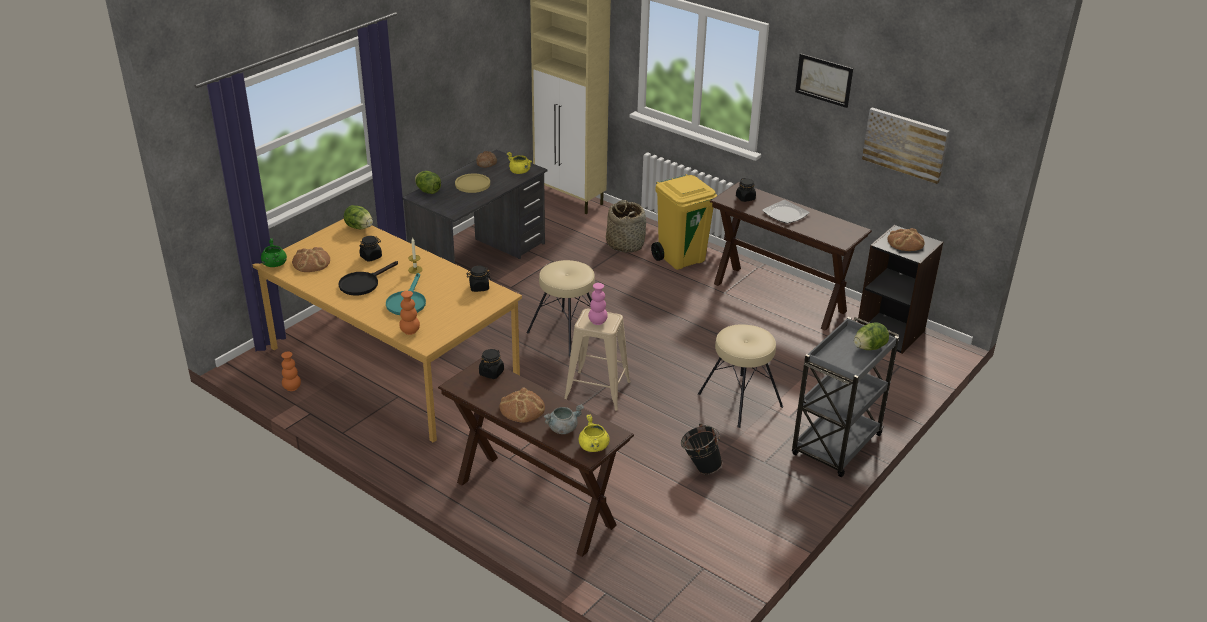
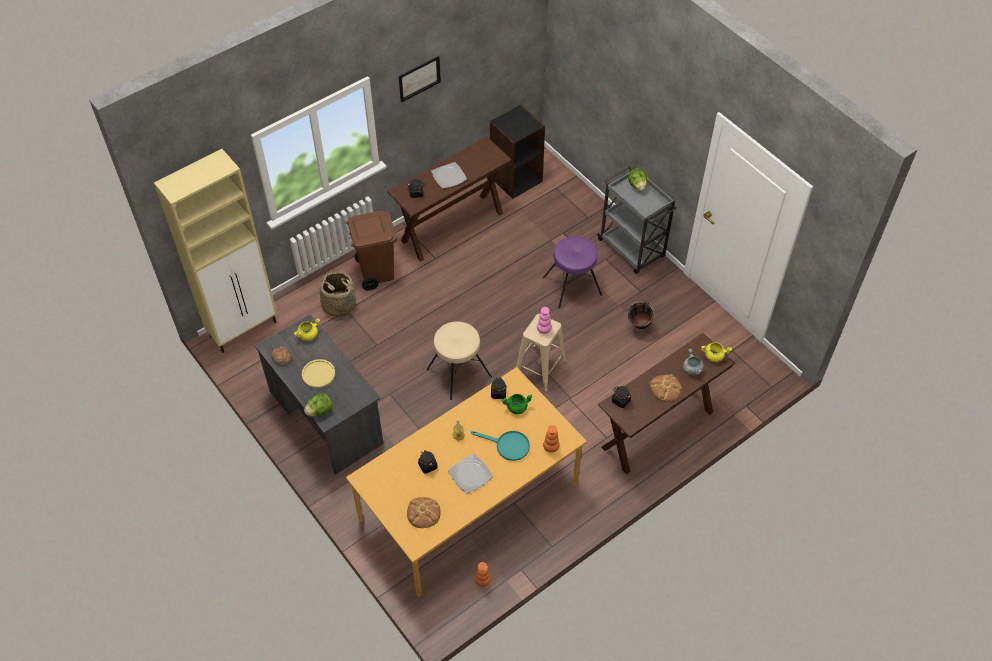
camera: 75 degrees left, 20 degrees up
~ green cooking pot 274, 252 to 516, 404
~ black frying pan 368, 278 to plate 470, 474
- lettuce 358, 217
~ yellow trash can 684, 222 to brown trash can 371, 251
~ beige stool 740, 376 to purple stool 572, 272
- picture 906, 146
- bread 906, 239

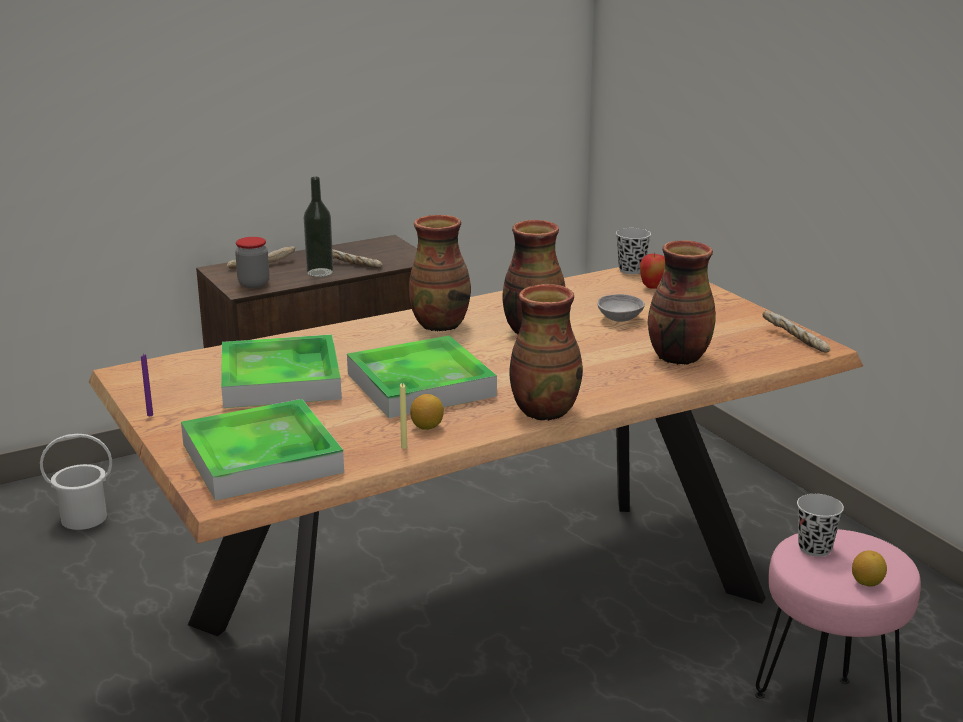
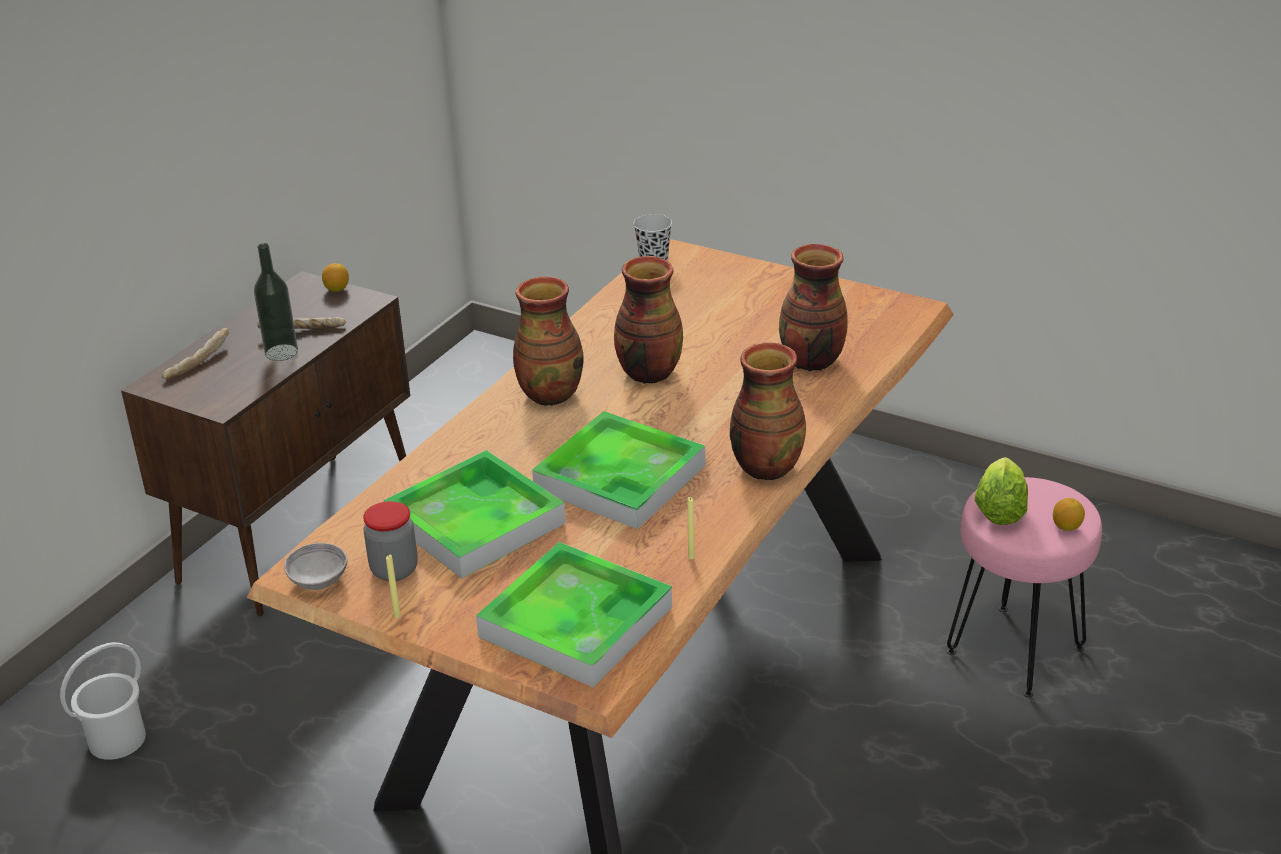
camera: 30 degrees left, 10 degrees up
~ purple candle 147, 385 to yellow candle 393, 586
~ jar 252, 262 to 390, 541
~ lemon 427, 412 to 335, 277
~ grey bowl 621, 308 to 316, 566
- apple 652, 271
- bread 796, 331
~ black cup 820, 525 to lettuce 1001, 491

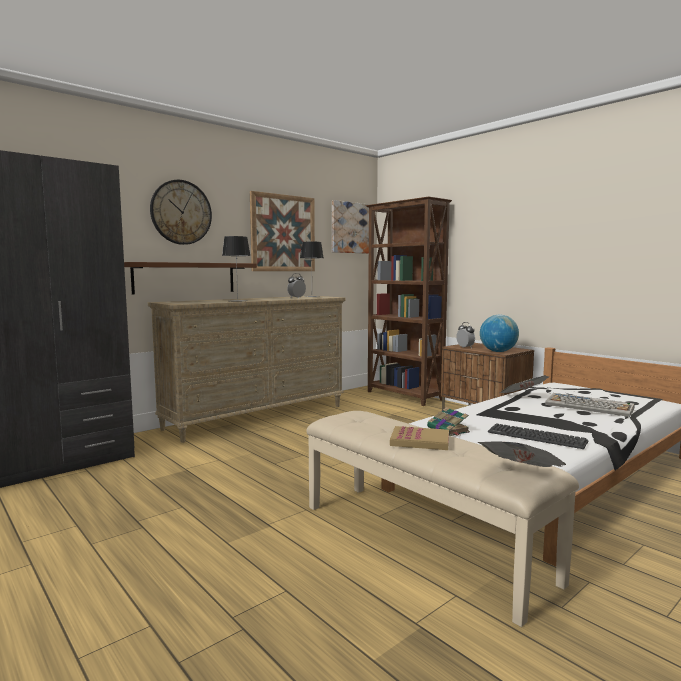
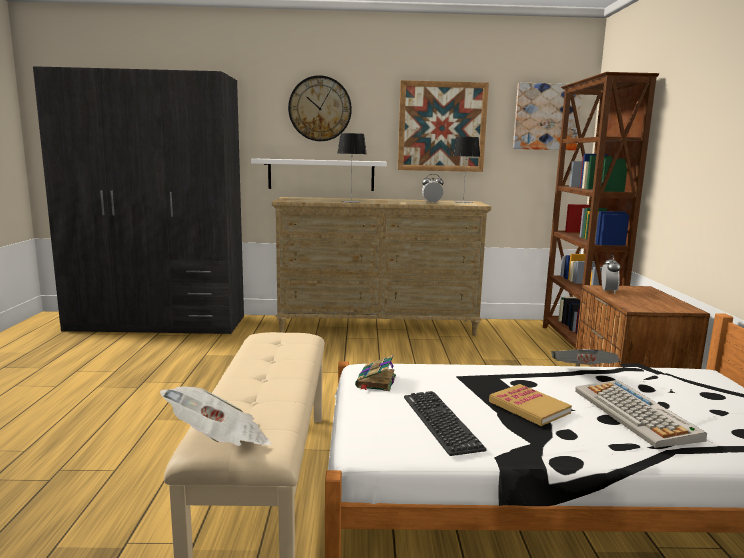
camera: 40 degrees right, 5 degrees up
~ brown shelf 190, 278 to white shelf 319, 175
~ book 419, 438 to 530, 405
- globe 499, 333

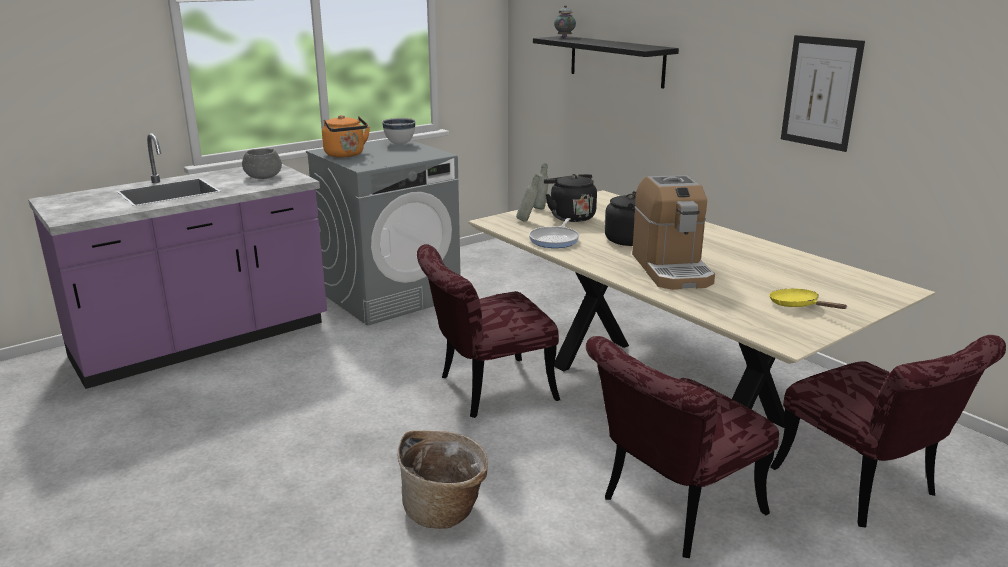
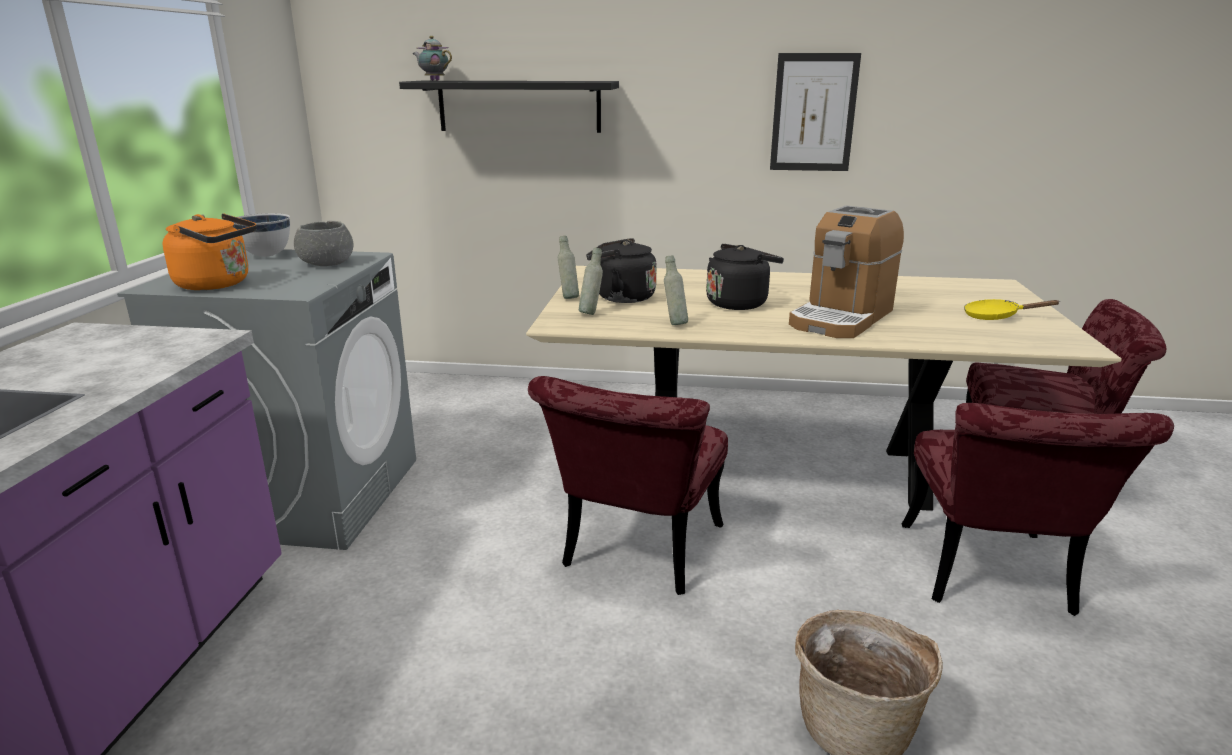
camera: 45 degrees left, 0 degrees up
~ grey bowl 262, 163 to 323, 243
~ frying pan 554, 233 to grey bottle 676, 290
~ coffee machine 673, 232 = 846, 272 90 degrees clockwise

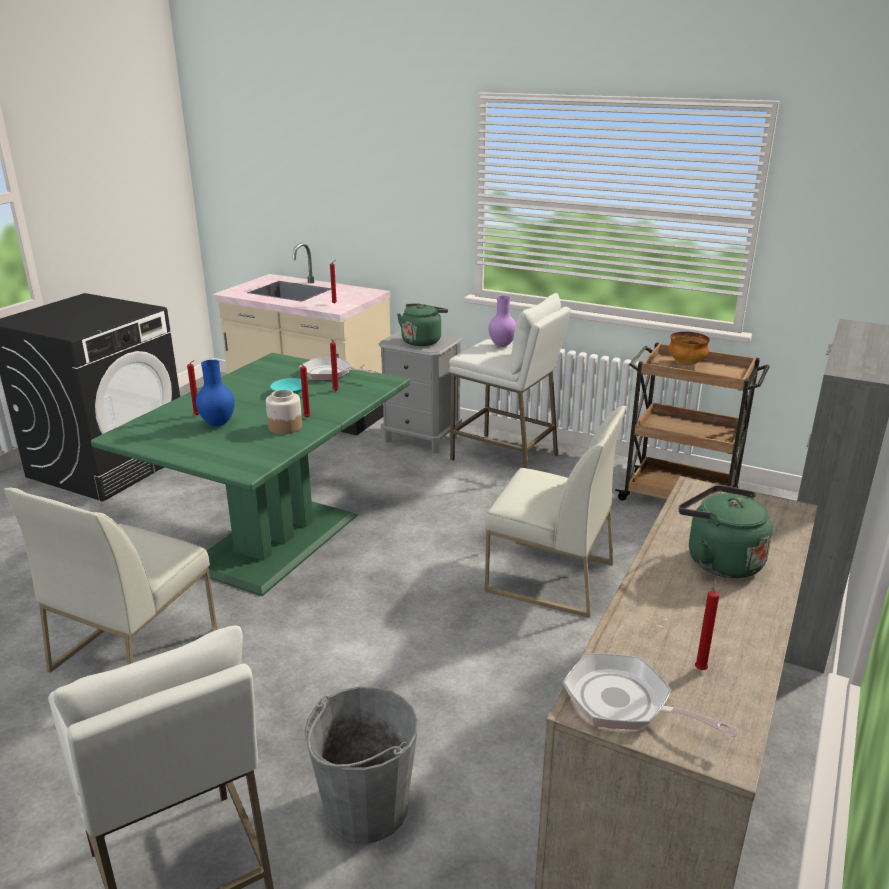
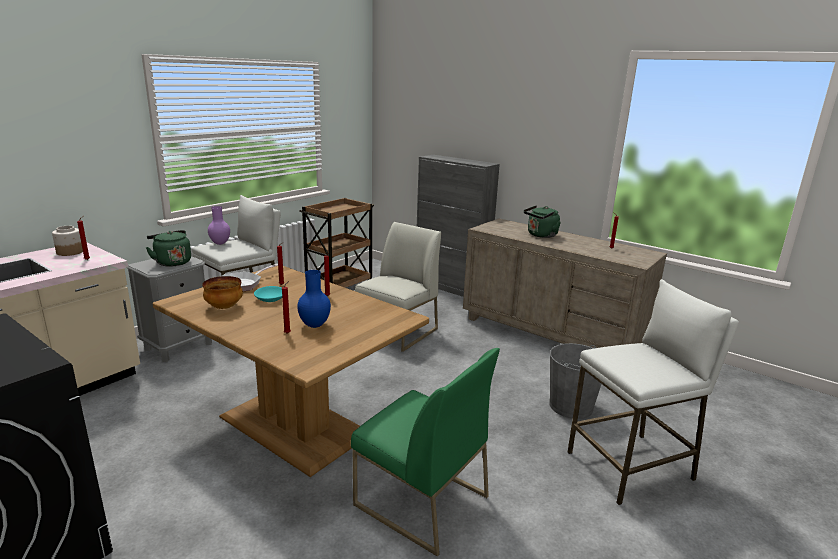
camera: 80 degrees left, 5 degrees down
~ white chair 110, 580 to green chair 425, 452
~ green dining table 250, 474 to brown dining table 291, 371
~ jar 284, 412 to 67, 241
- frying pan 651, 695
~ bowl 689, 348 to 222, 292

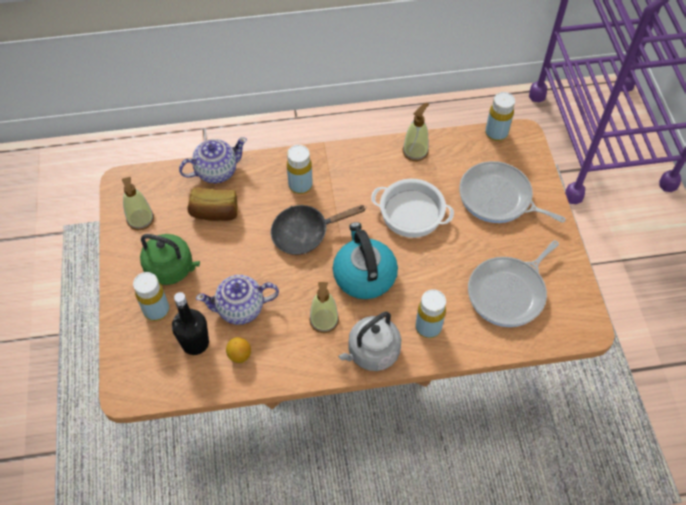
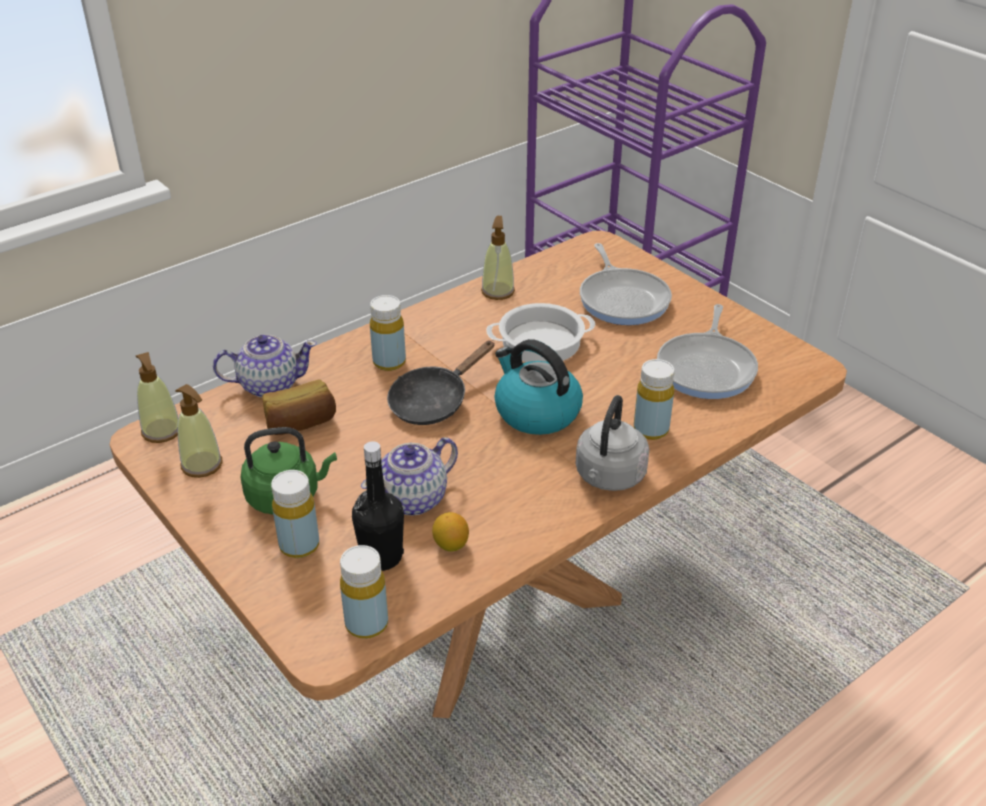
camera: 30 degrees left, 20 degrees down
~ teapot 213, 160 = 265, 366 45 degrees clockwise
~ soap dispenser 324, 307 to 157, 397
~ frying pan 512, 192 = 626, 284 105 degrees counterclockwise
~ yellow bottle 500, 116 to 364, 592

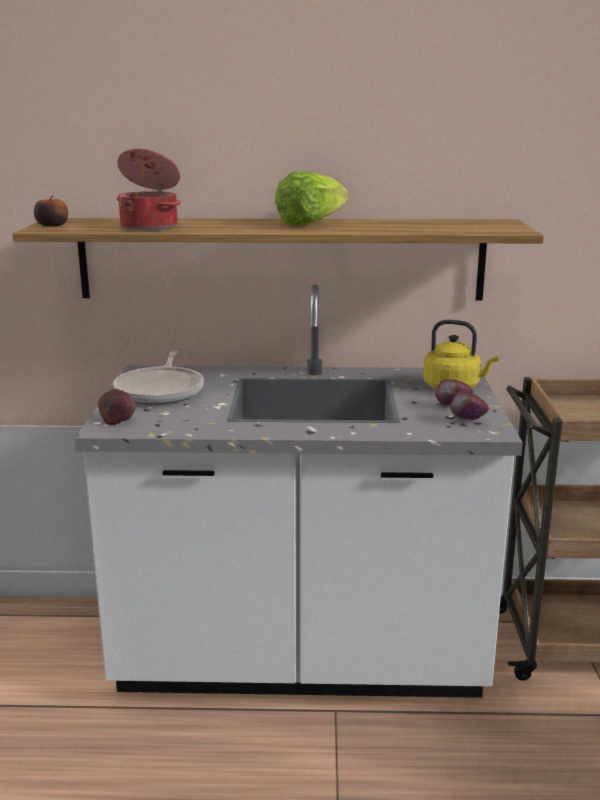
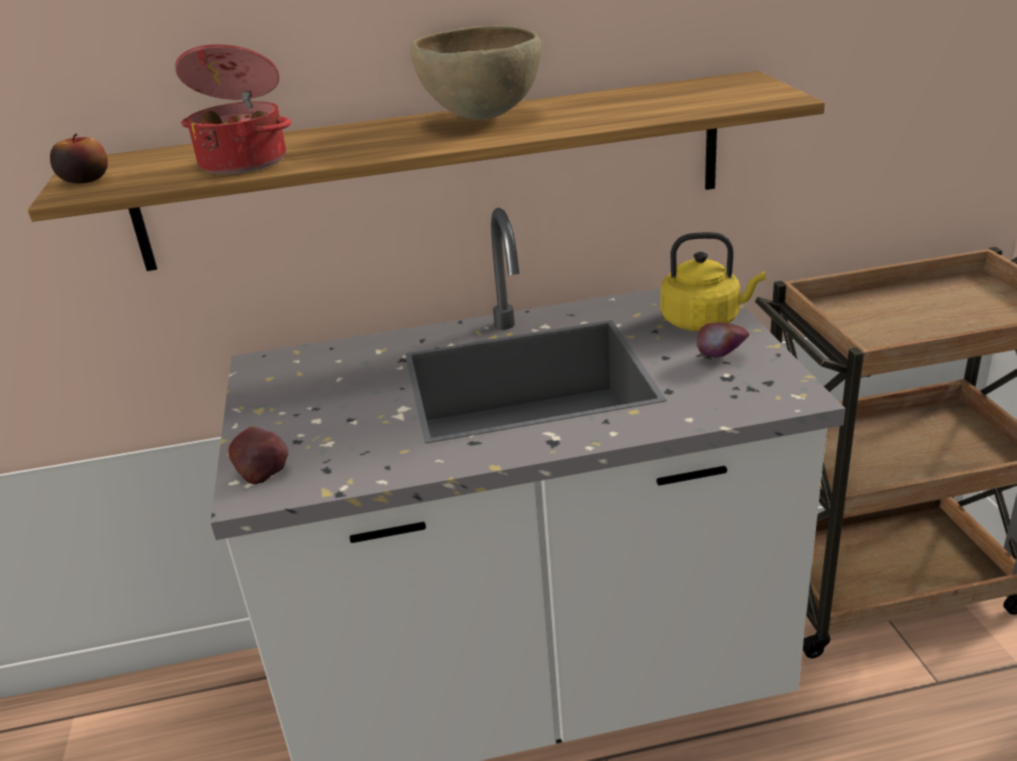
camera: 10 degrees left, 10 degrees up
- frying pan 158, 378
~ lettuce 311, 198 to brown bowl 476, 72
- apple 469, 406

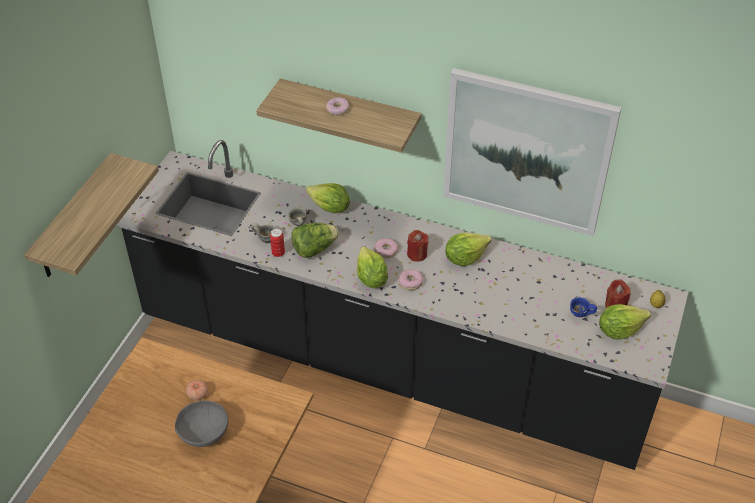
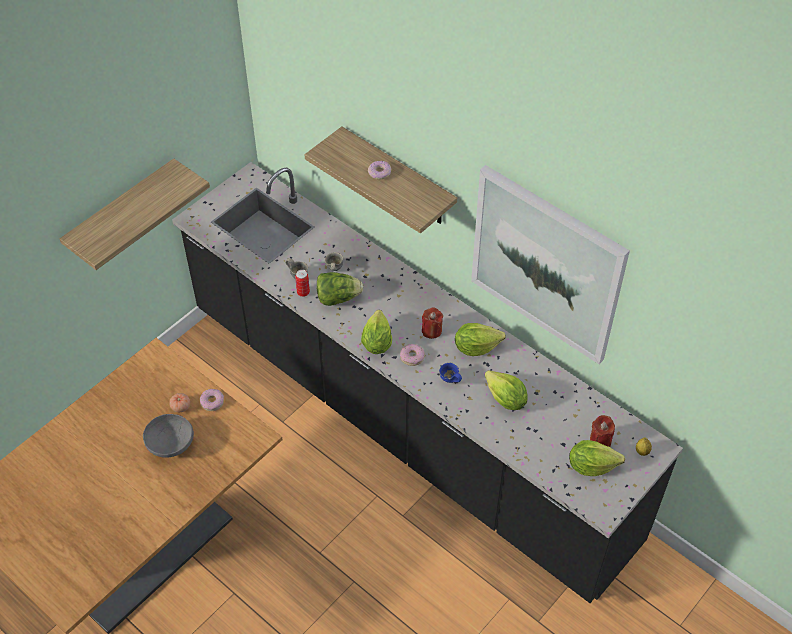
camera: 20 degrees right, 5 degrees up
~ lettuce 328, 198 to 506, 390
~ donut 386, 248 to 212, 400
~ blue mug 583, 307 to 450, 372

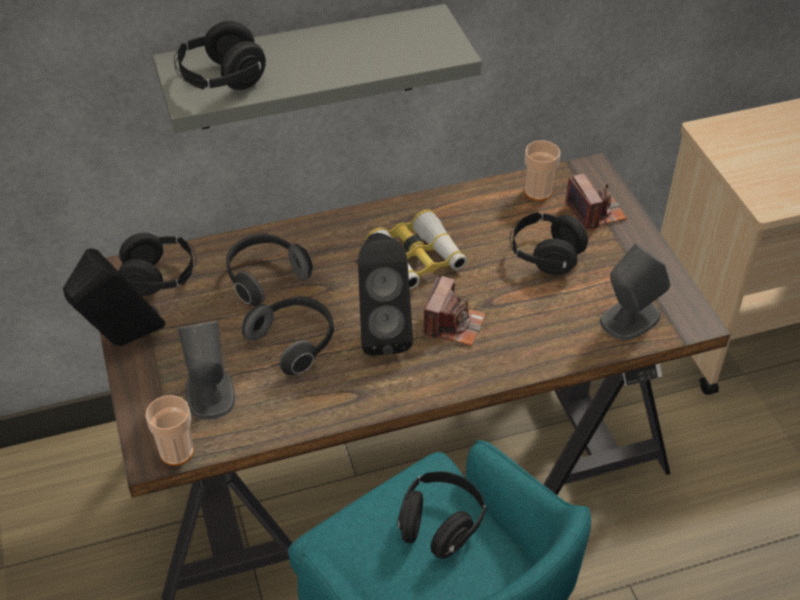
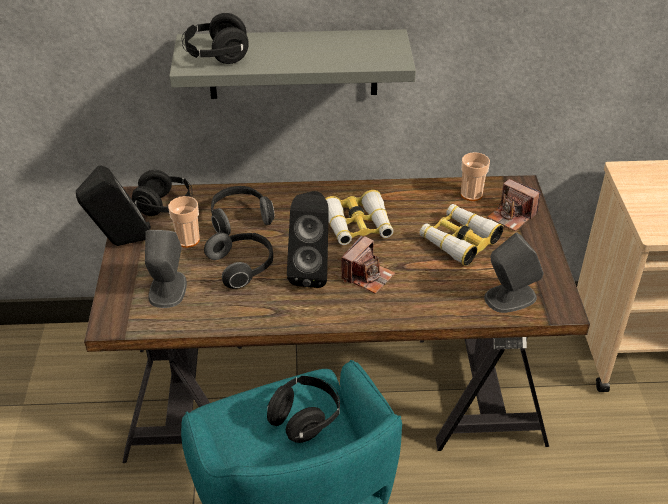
camera: 15 degrees right, 5 degrees down
~ cup 169, 430 to 184, 222
~ black headphones 549, 243 to binoculars 461, 235
~ photo camera 596, 202 = 514, 205 135 degrees clockwise

